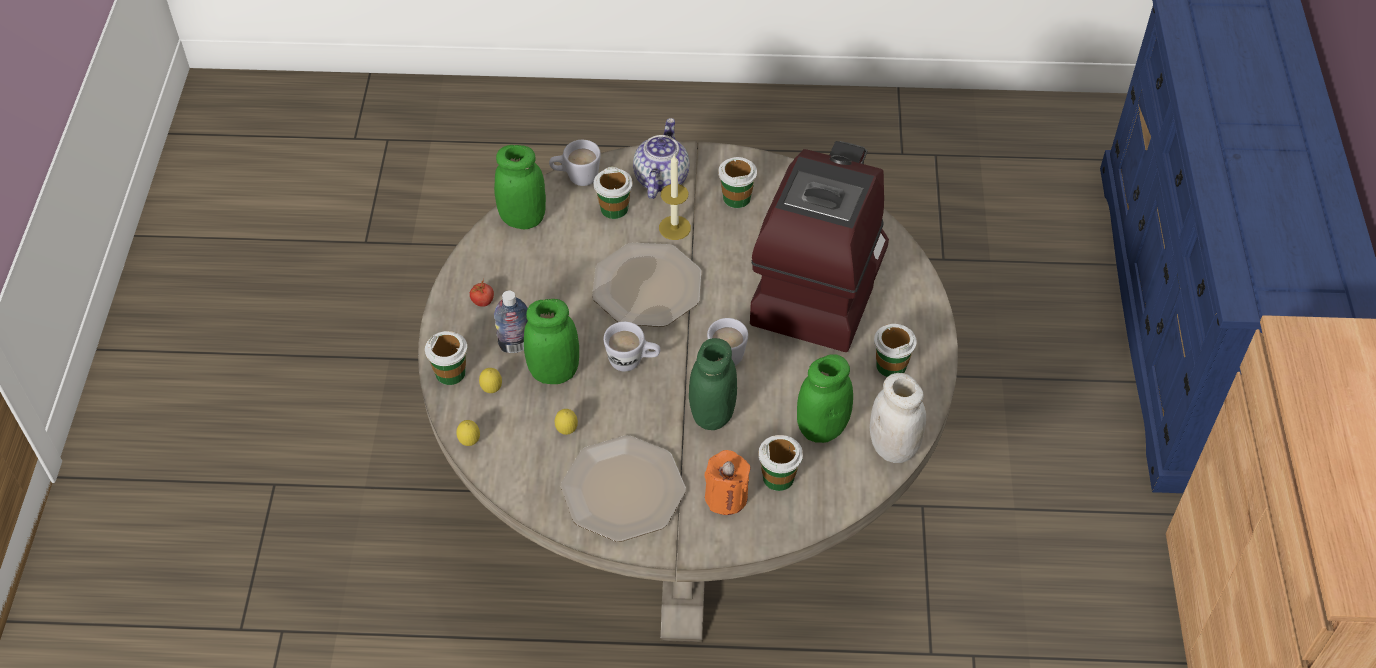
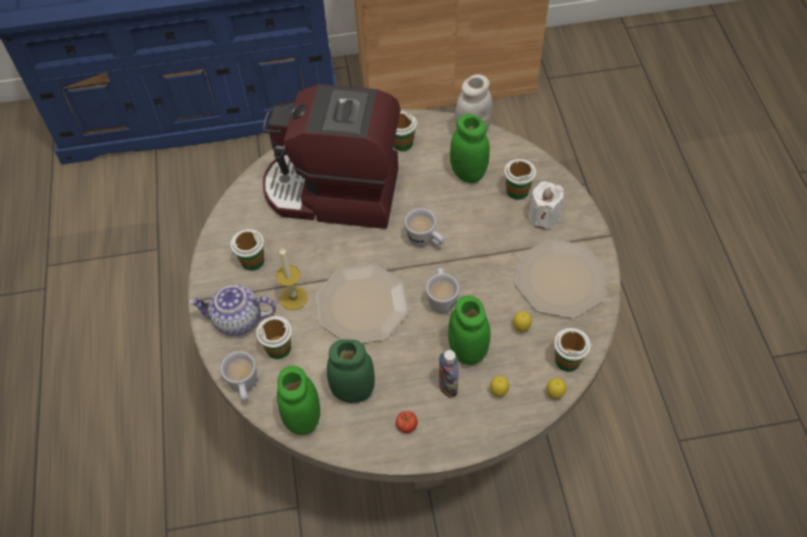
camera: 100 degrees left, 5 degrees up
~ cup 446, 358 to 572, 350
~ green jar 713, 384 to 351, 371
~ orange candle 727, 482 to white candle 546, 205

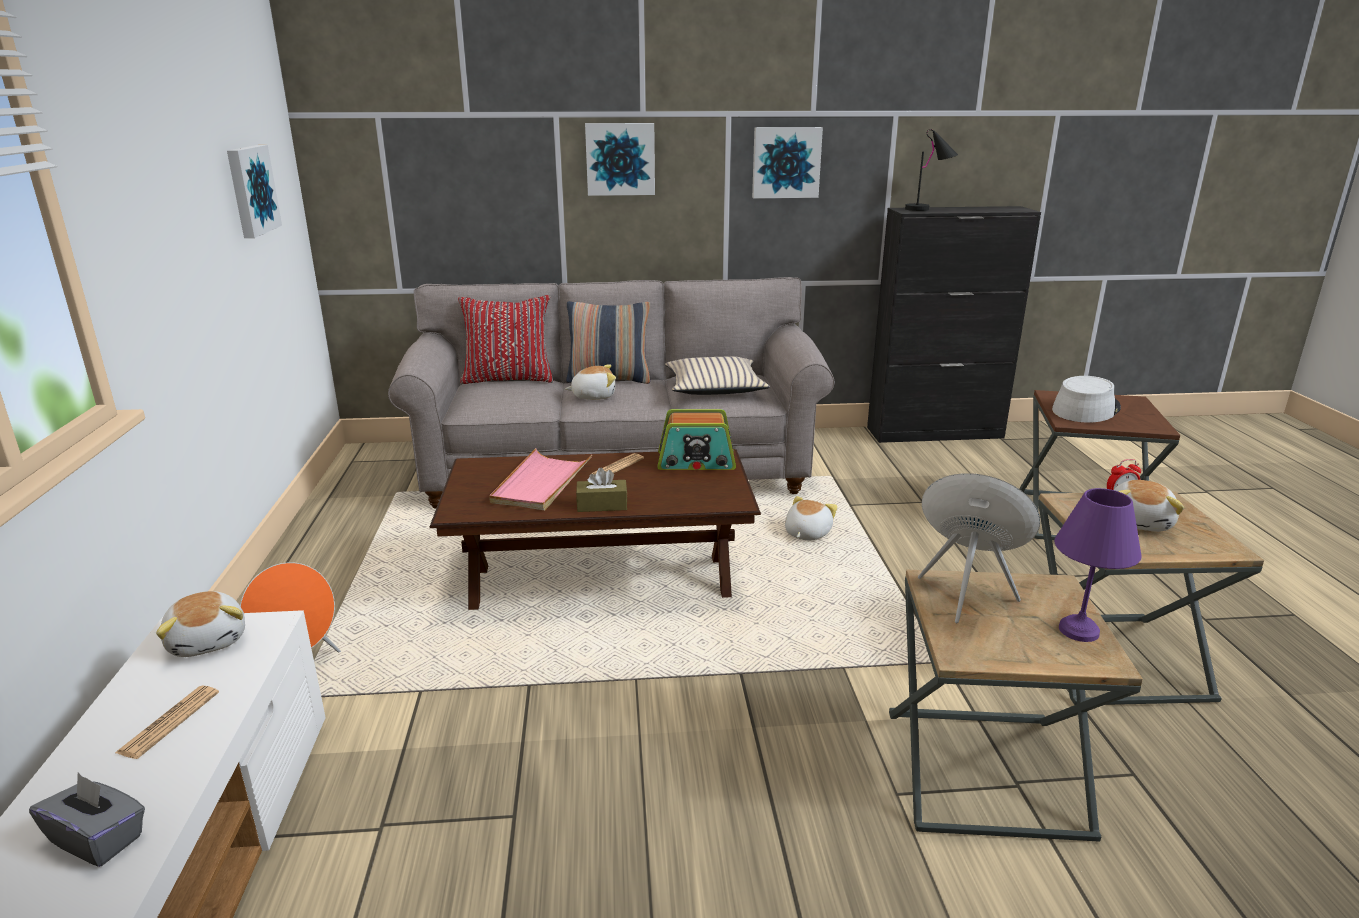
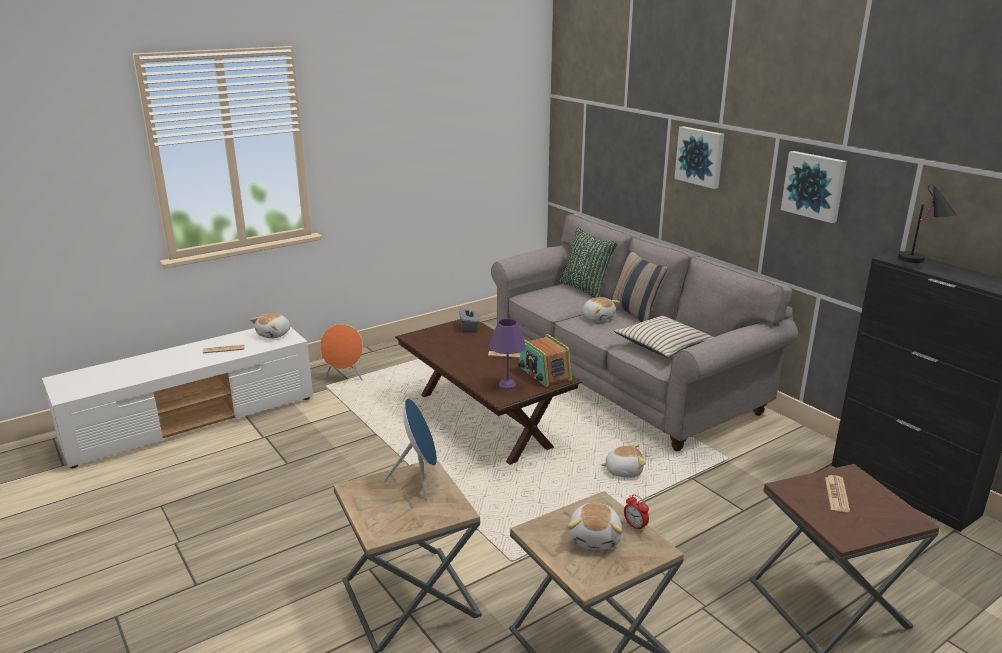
camera: 60 degrees right, 0 degrees up
~ grey tissue box 87, 820 to 469, 319
- picture 254, 191
~ red pillow 505, 339 to green pillow 588, 262
- pink tray 540, 479
- brown tissue box 601, 490
~ grey hat 1086, 399 to newspaper 837, 493
~ purple table lamp 1097, 565 to 508, 354
~ plush toy 1149, 506 = 595, 526 75 degrees counterclockwise

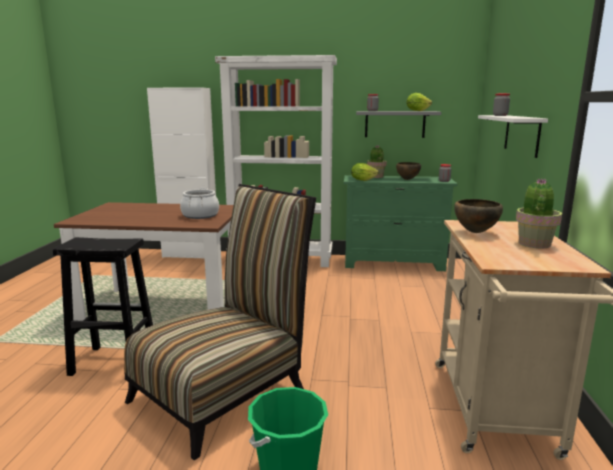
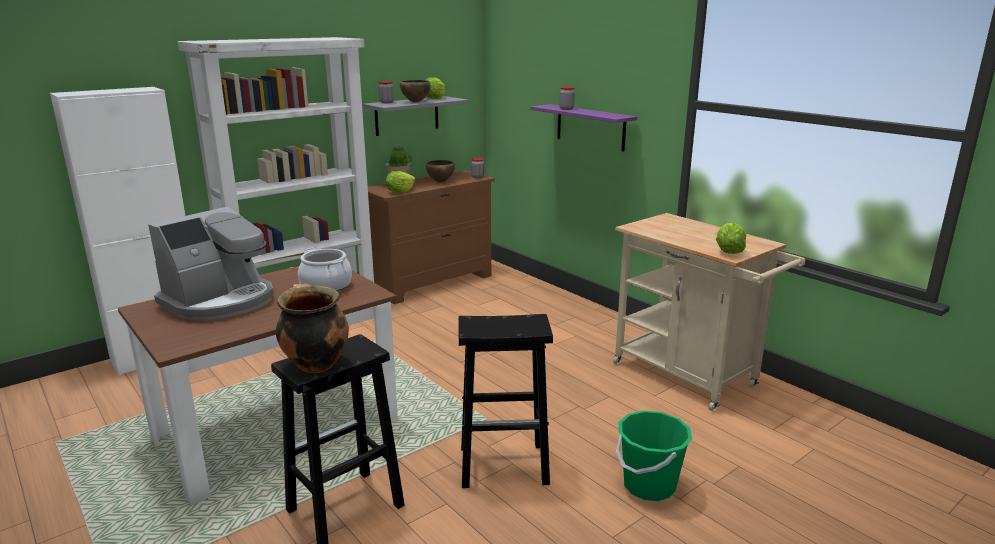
camera: 45 degrees left, 5 degrees up
~ chair 220, 322 to black stool 505, 401
~ green dresser 400, 223 to brown dresser 431, 237
~ brown bowl 478, 216 to 415, 91
~ white shelf 513, 136 to purple shelf 583, 127
- potted plant 539, 213
+ coffee machine 211, 264
+ cooking pot 312, 328
+ lettuce 731, 238

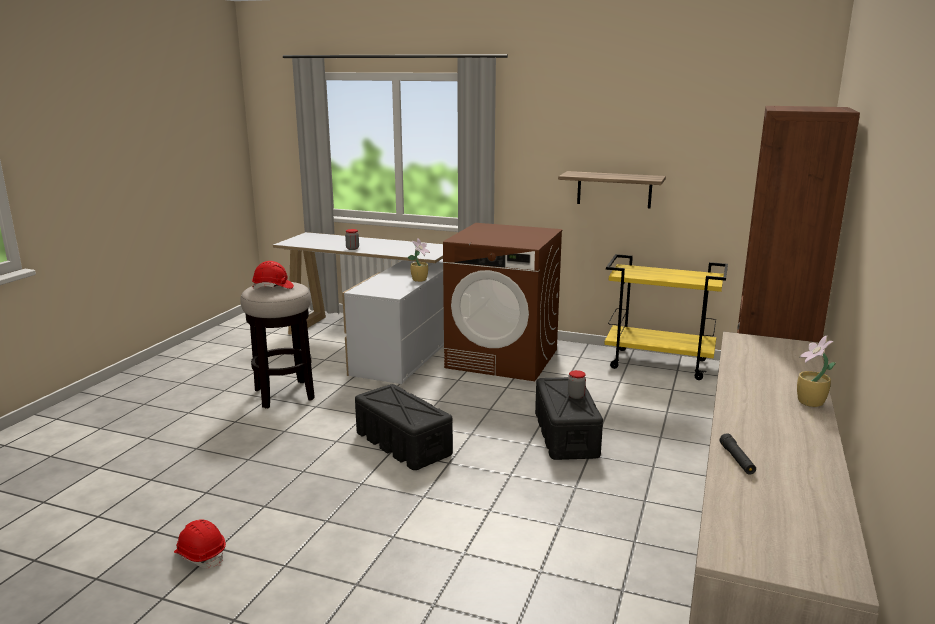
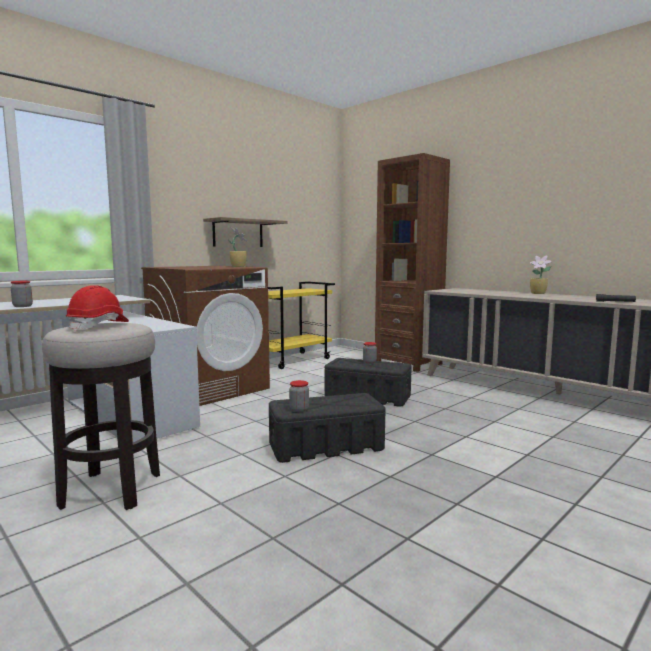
camera: 65 degrees left, 10 degrees down
- red hard hat 200, 543
~ potted plant 419, 260 to 237, 247
+ jar 299, 396

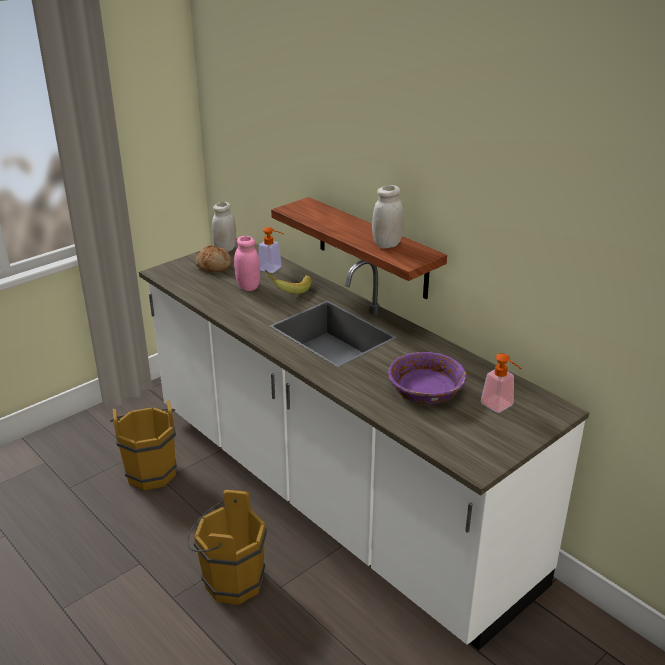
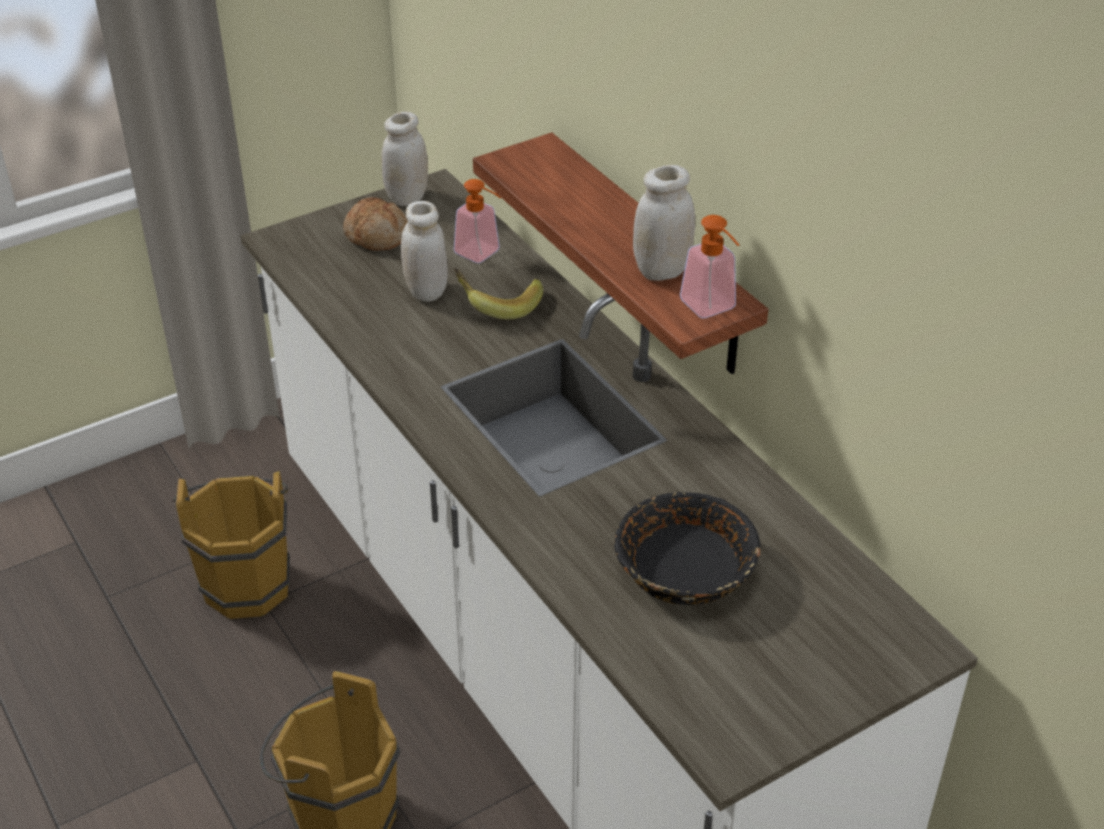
camera: 10 degrees right, 10 degrees up
~ pink jar 247, 263 to white jar 424, 251
~ purple bowl 427, 378 to black bowl 687, 548
~ soap dispenser 501, 383 to 709, 266

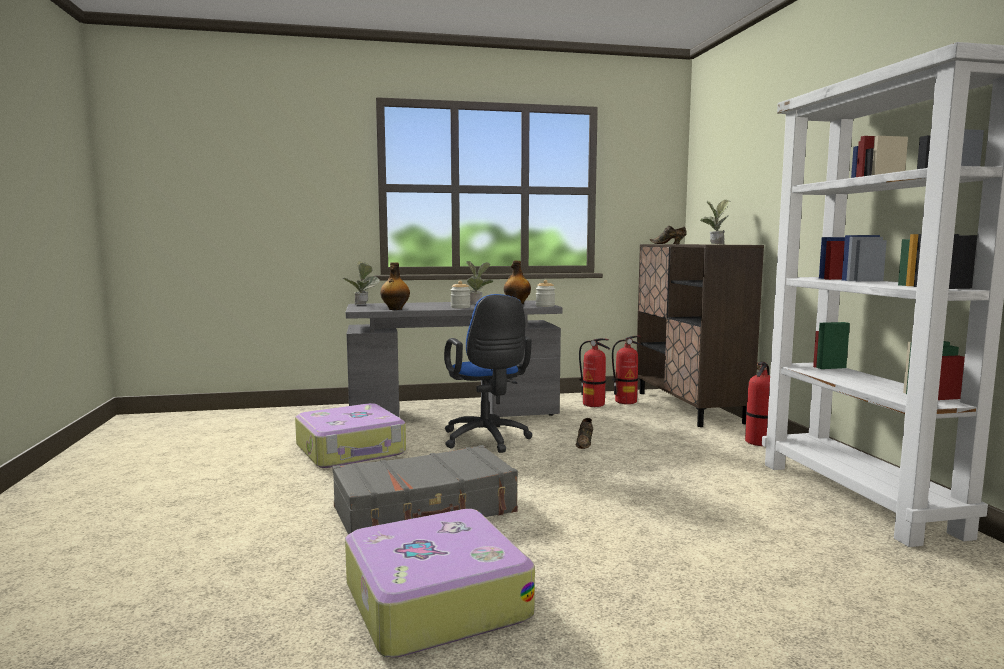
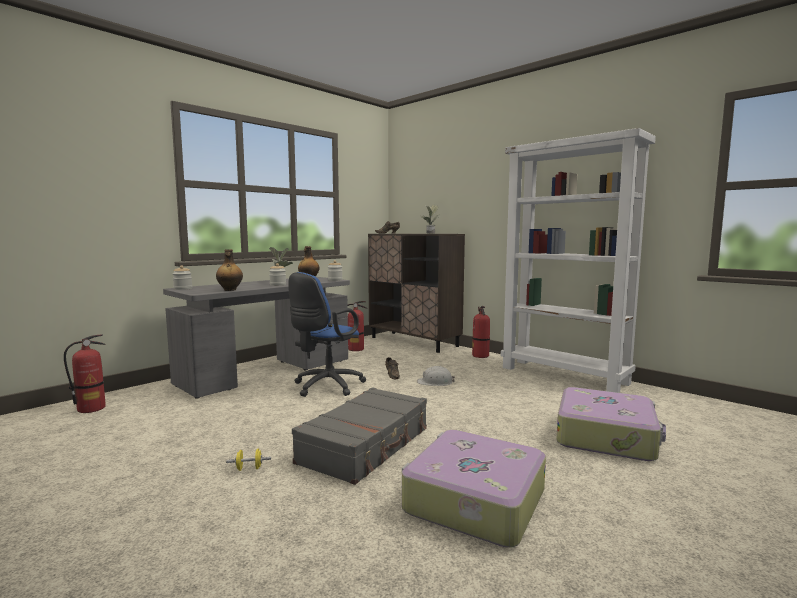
camera: 35 degrees left, 0 degrees up
~ suitcase 350, 435 to 611, 424
~ potted plant 361, 283 to jar 182, 278
~ blue office chair 488, 373 = 327, 334 90 degrees clockwise
~ fire extinguisher 627, 370 to 85, 373
+ yellow dumbbell 248, 460
+ white hard hat 436, 376

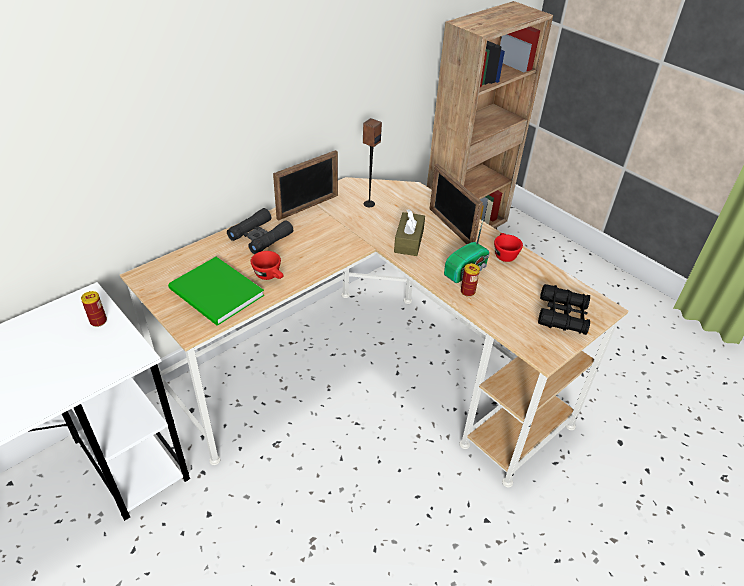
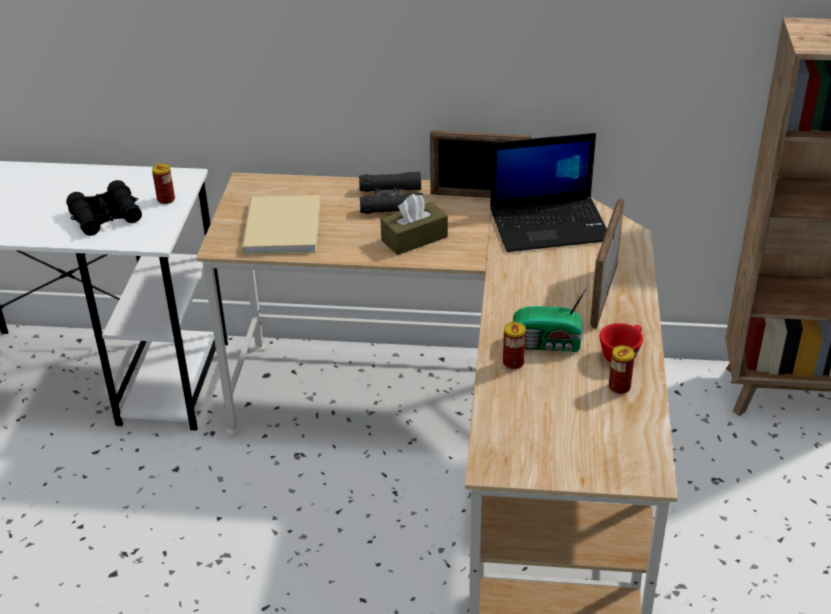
camera: 50 degrees right, 5 degrees down
~ green book 216, 291 to beige book 281, 225
- red cup 267, 265
~ speaker 372, 162 to laptop 548, 192
~ brown tissue box 409, 232 to 414, 224
~ black binoculars 564, 309 to 104, 208
+ can 622, 369

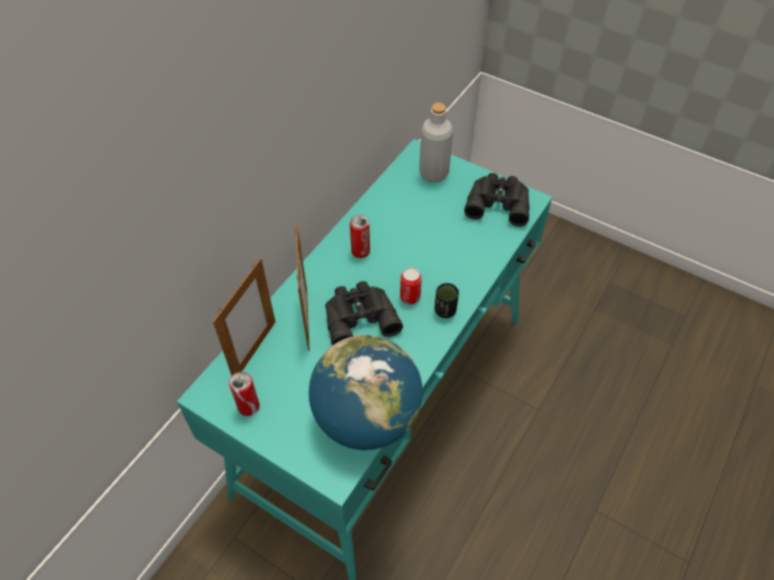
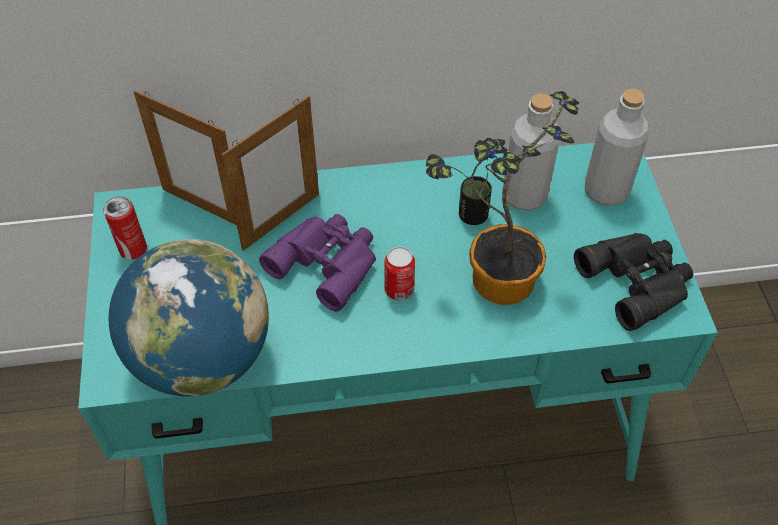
camera: 50 degrees right, 0 degrees up
~ picture frame 244, 317 = 185, 157 45 degrees clockwise
~ black binoculars 364, 313 to purple binoculars 317, 263
- can 360, 236
~ black cup 447, 300 to 475, 200
+ potted plant 503, 198
+ grey bottle 531, 152

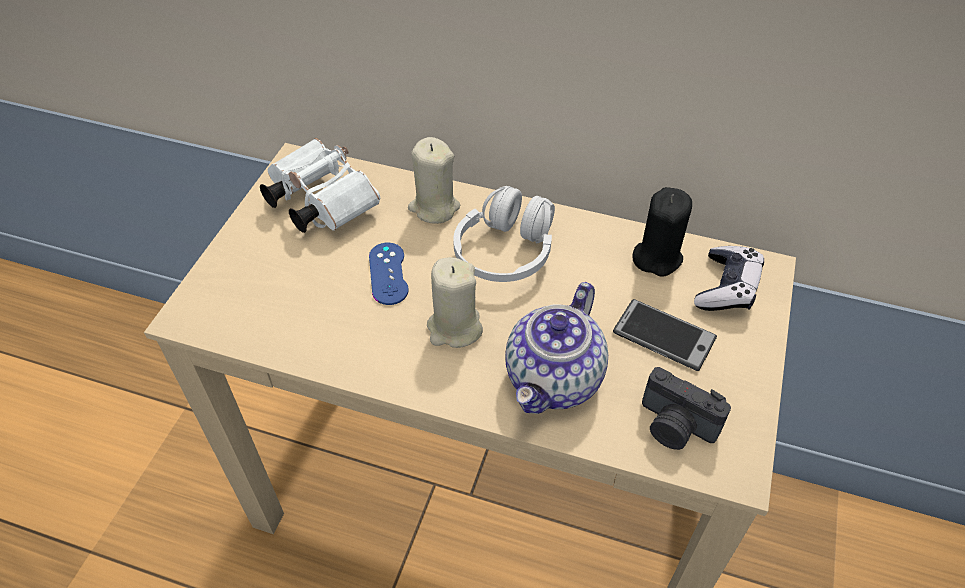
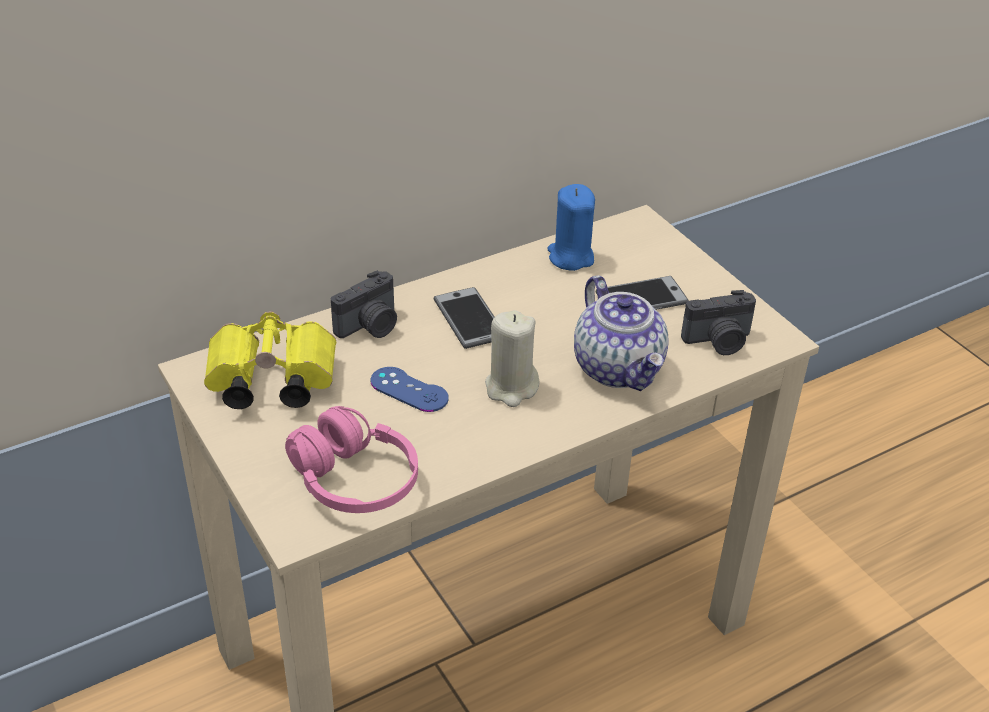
camera: 50 degrees left, 10 degrees down
~ white binoculars 320, 185 to yellow binoculars 270, 360
~ beige candle 434, 180 to photo camera 364, 304
~ white headphones 504, 234 to phone 464, 318
~ black candle 662, 232 to blue candle 571, 227
- game controller 729, 278
+ pink headphones 351, 459

